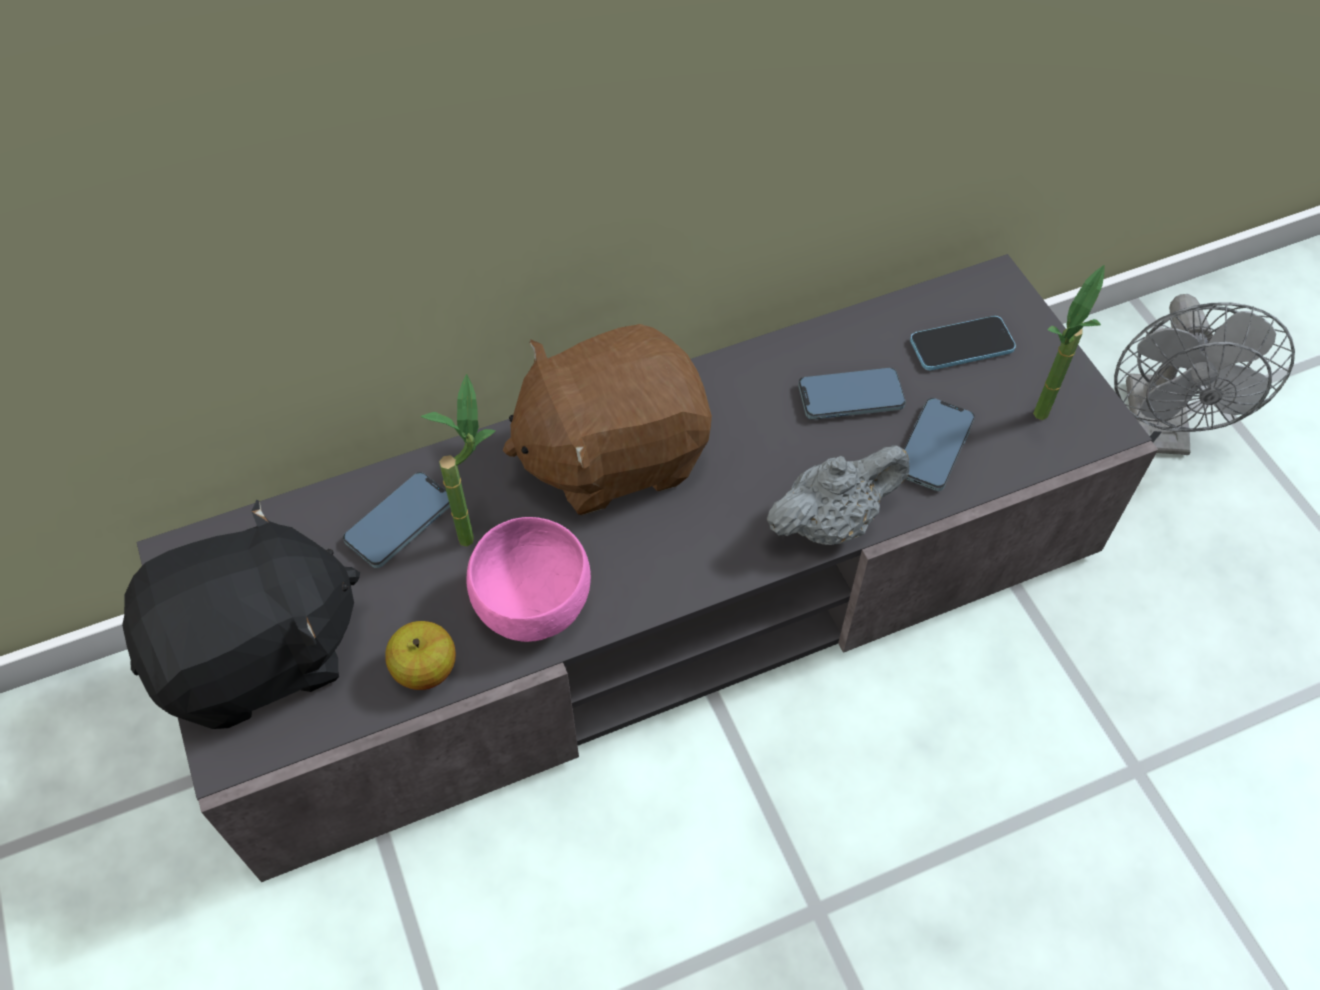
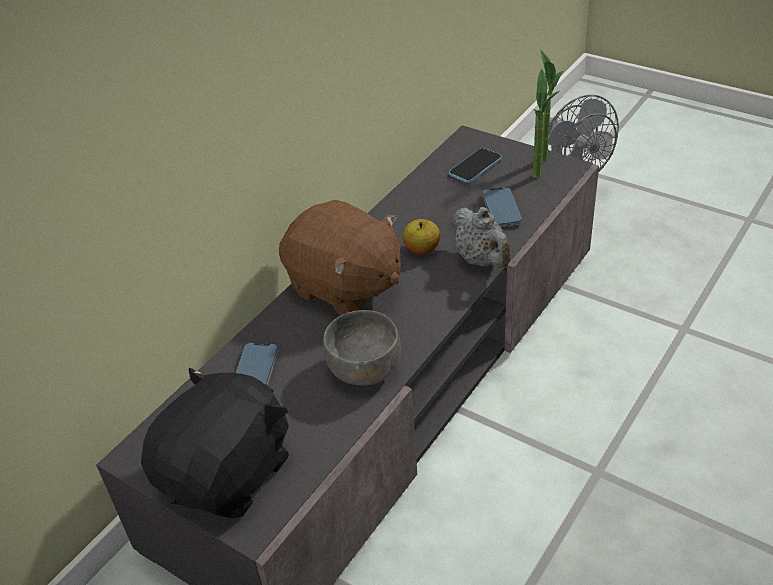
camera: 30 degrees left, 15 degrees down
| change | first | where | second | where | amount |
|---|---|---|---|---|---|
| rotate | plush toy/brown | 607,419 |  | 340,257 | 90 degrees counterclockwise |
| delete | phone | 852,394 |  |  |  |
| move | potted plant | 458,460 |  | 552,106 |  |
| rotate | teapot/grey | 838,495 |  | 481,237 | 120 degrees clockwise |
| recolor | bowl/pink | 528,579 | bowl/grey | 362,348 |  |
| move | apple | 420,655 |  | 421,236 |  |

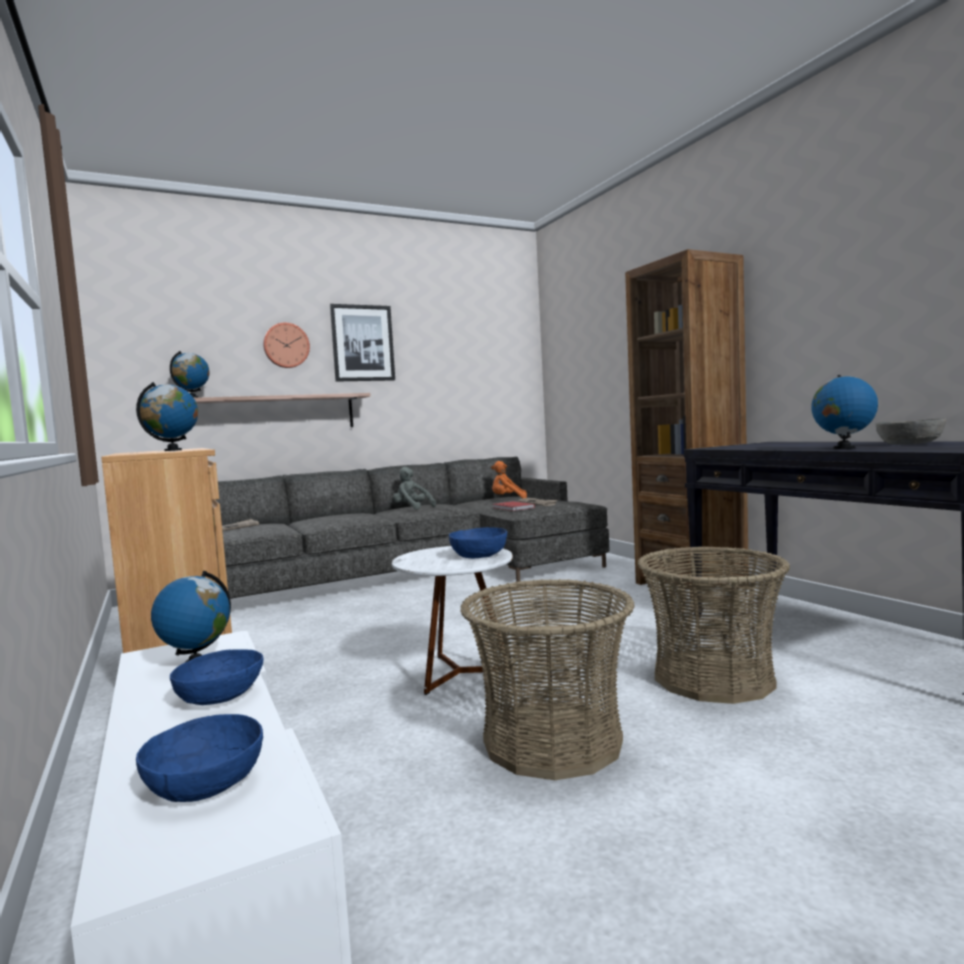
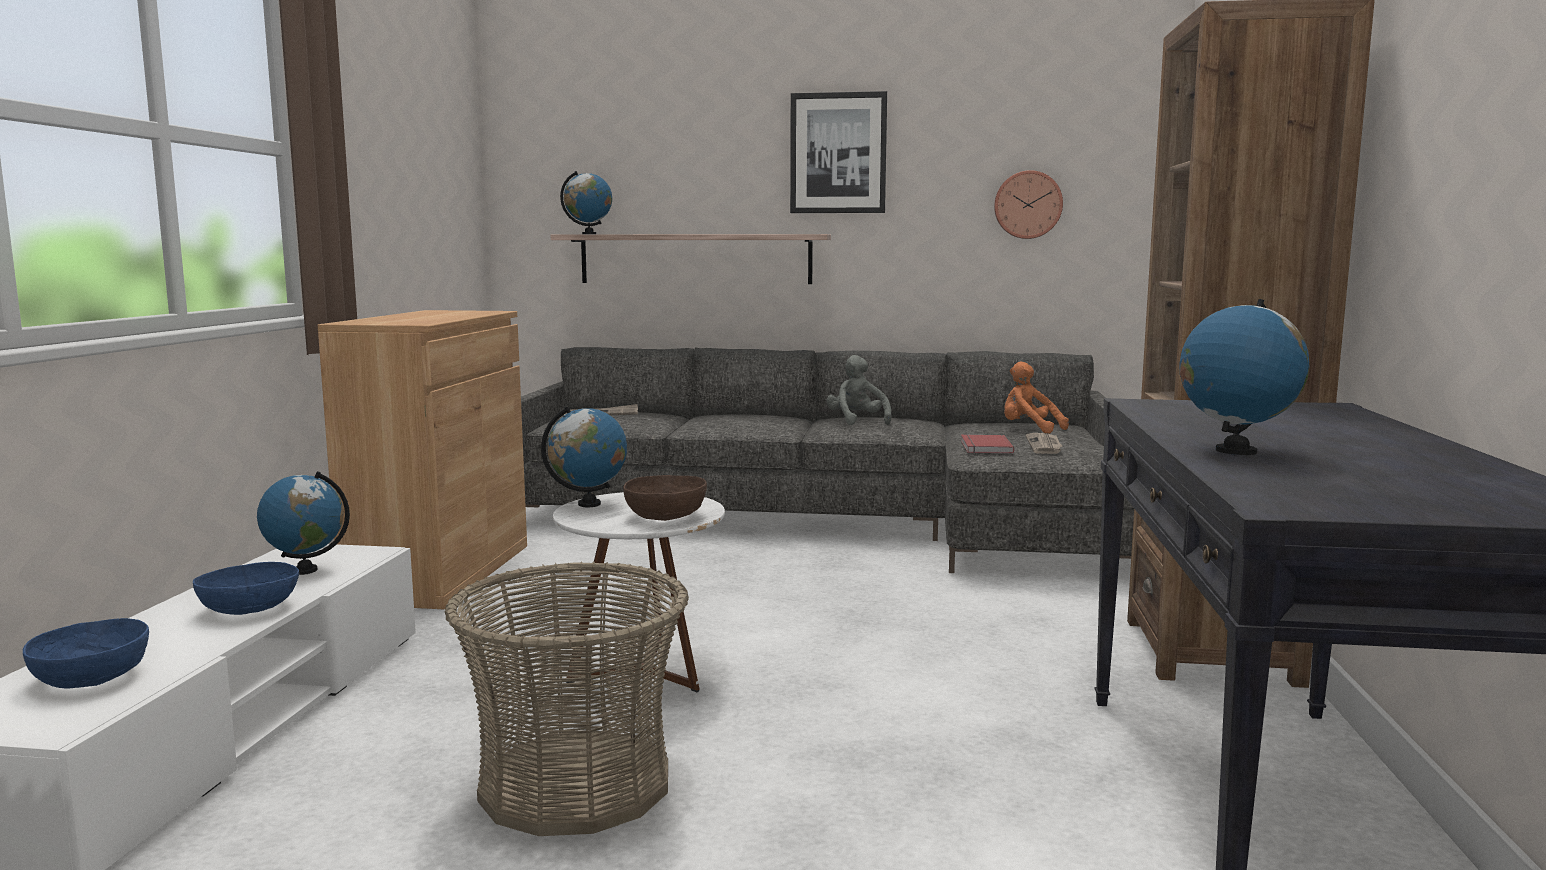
camera: 35 degrees right, 5 degrees up
| change | first | where | second | where | amount |
|---|---|---|---|---|---|
| move | wall clock | 286,345 |  | 1028,204 |  |
| move | globe | 167,416 |  | 584,456 |  |
| delete | bowl/grey | 911,431 |  |  |  |
| recolor | bowl/blue | 478,543 | bowl/brown | 665,498 |  |
| delete | basket | 713,625 |  |  |  |

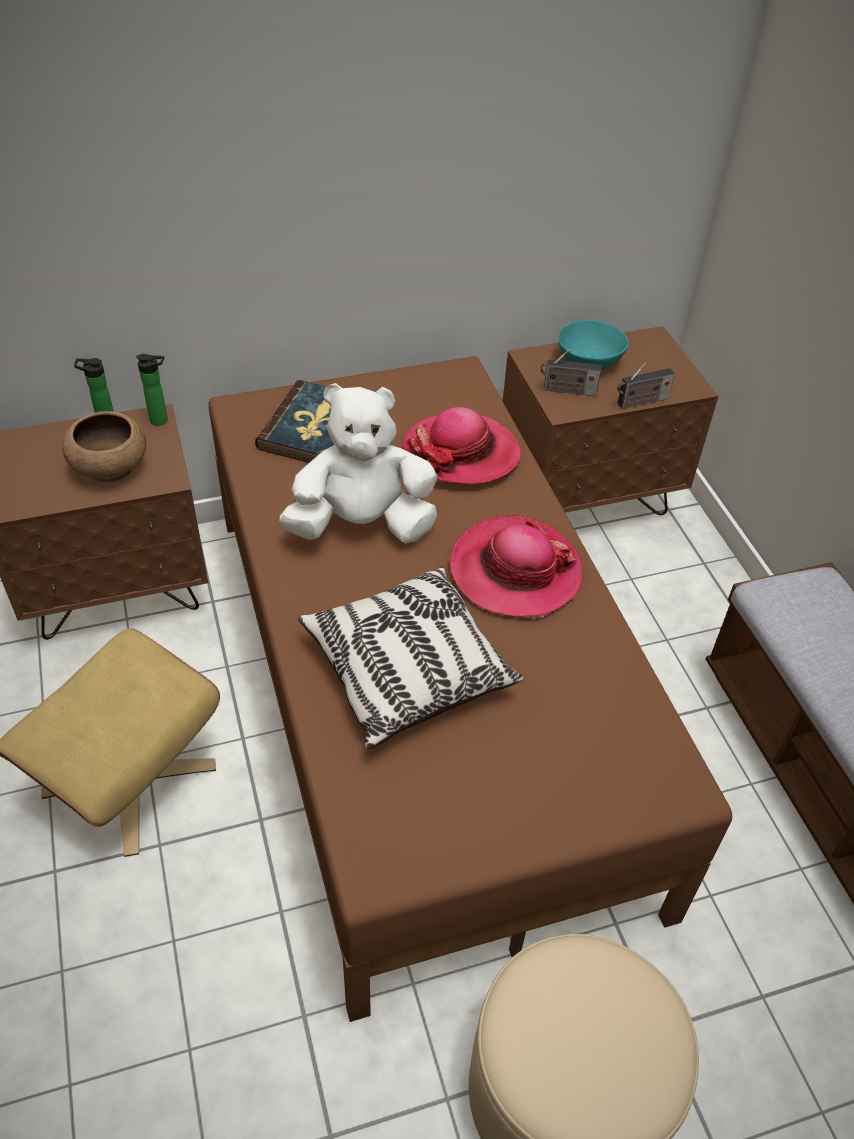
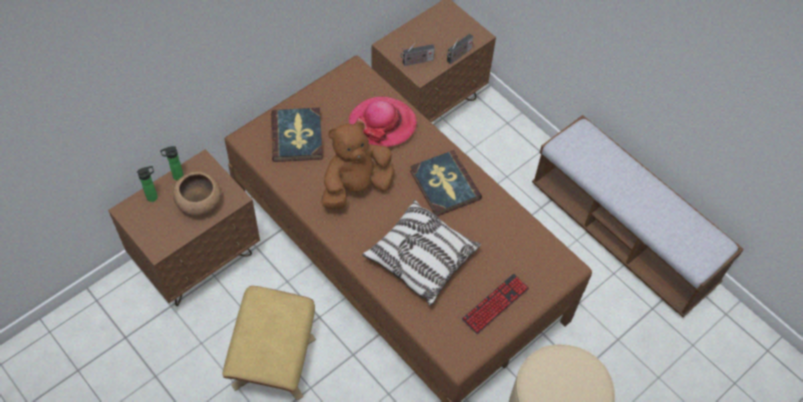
camera: 25 degrees left, 10 degrees up
| change | first | where | second | where | amount |
|---|---|---|---|---|---|
| delete | bowl/turquoise | 593,345 |  |  |  |
| move | bottle | 152,390 |  | 147,184 |  |
| recolor | plush toy/white | 358,463 | plush toy/brown | 358,165 |  |
| replace | hat | 516,567 | book | 446,183 |  |
| insert |  |  | keyboard | 495,304 |  |

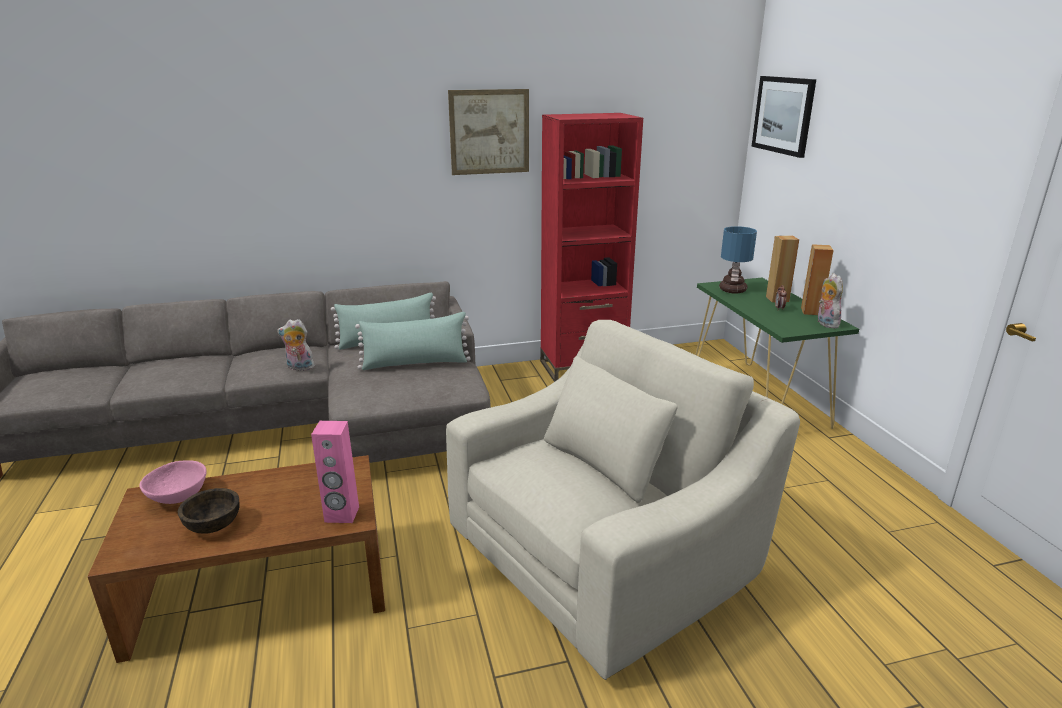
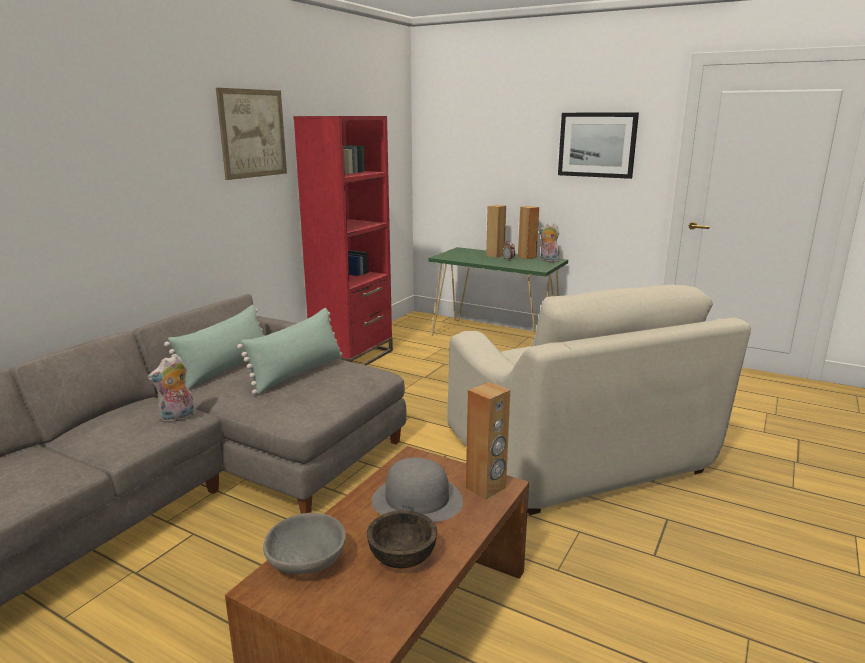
camera: 45 degrees left, 5 degrees down
| change | first | where | second | where | amount |
|---|---|---|---|---|---|
| move | picture | 783,117 |  | 598,145 |  |
| delete | table lamp | 738,260 |  |  |  |
| rotate | armchair/beige | 623,500 |  | 599,400 | 150 degrees clockwise |
| recolor | speaker/pink | 335,472 | speaker/brown | 488,440 |  |
| recolor | bowl/pink | 173,482 | bowl/grey | 304,544 |  |
| insert |  |  | hat/grey | 417,489 |  |

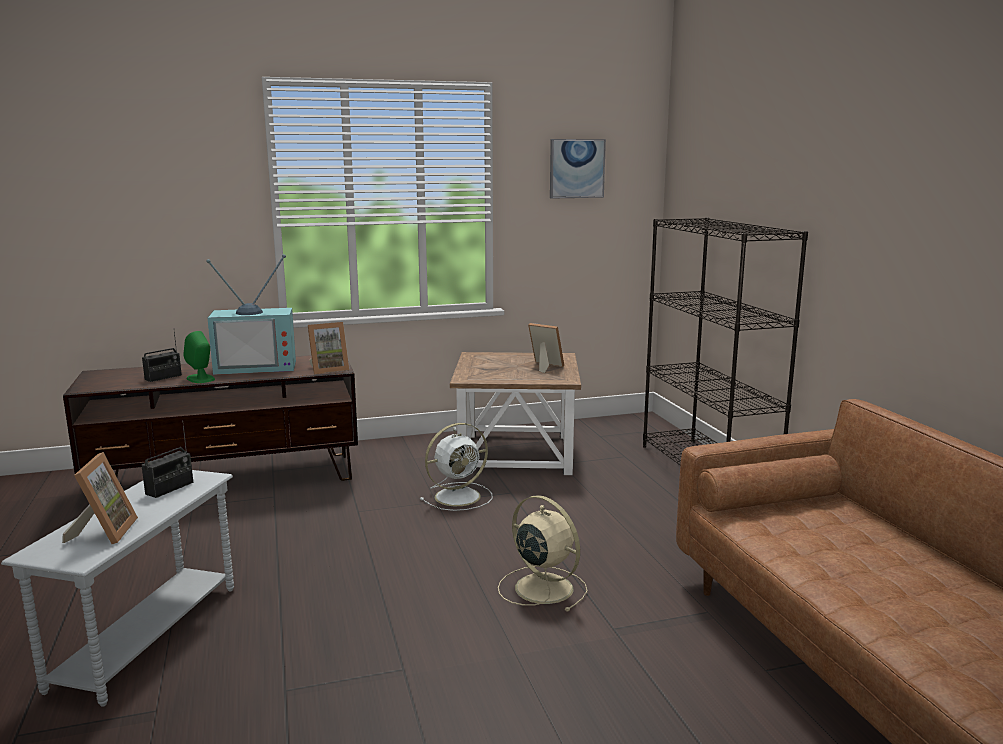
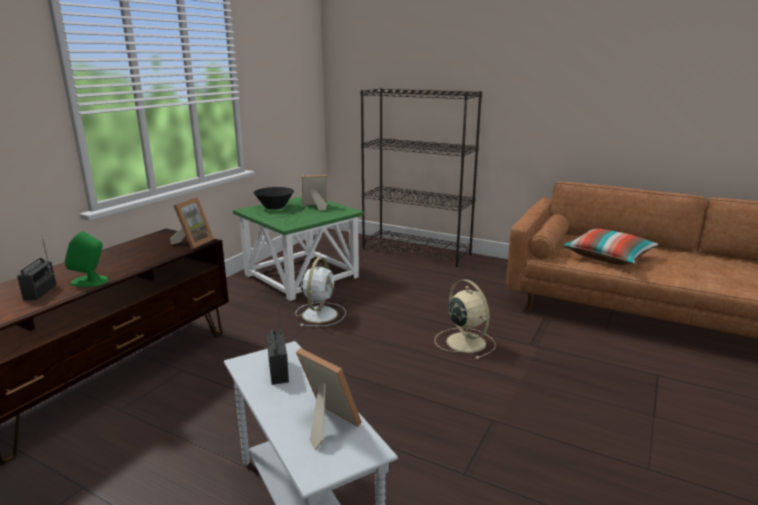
camera: 45 degrees left, 5 degrees up
| change | first | where | second | where | amount |
|---|---|---|---|---|---|
| delete | picture | 578,169 |  |  |  |
| delete | television | 251,314 |  |  |  |
| recolor | side table/brown | 515,413 | side table/green | 298,248 |  |
| rotate | fan/beige | 543,553 |  | 465,319 | 60 degrees clockwise |
| insert |  |  | bowl/black | 274,198 |  |
| insert |  |  | pillow | 610,247 |  |

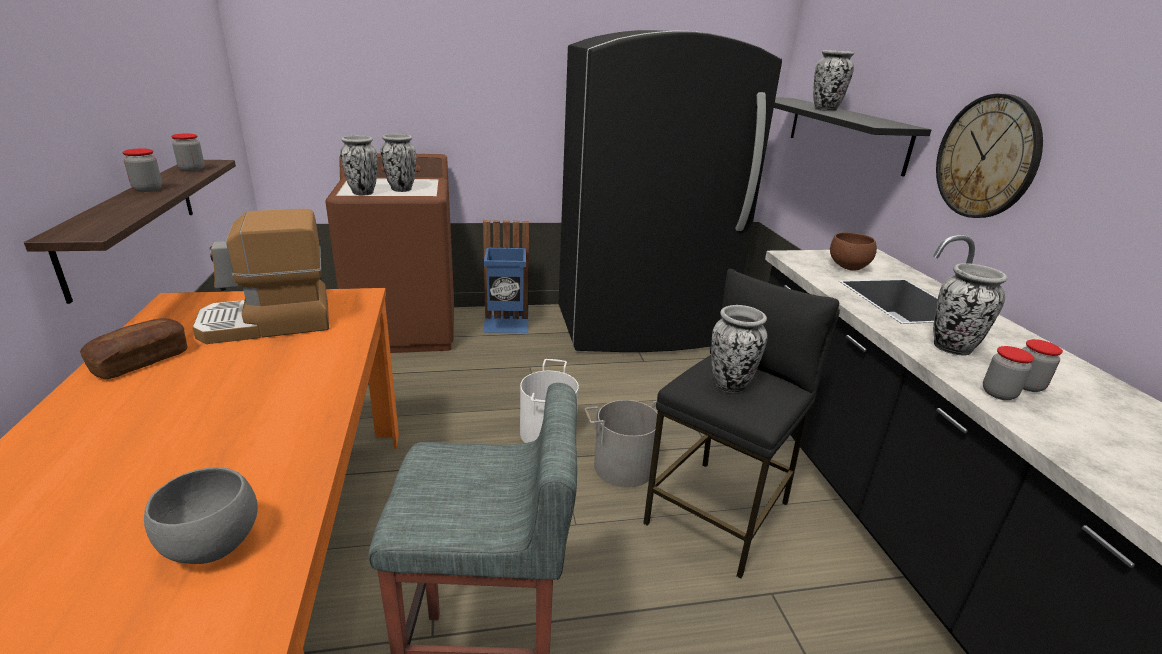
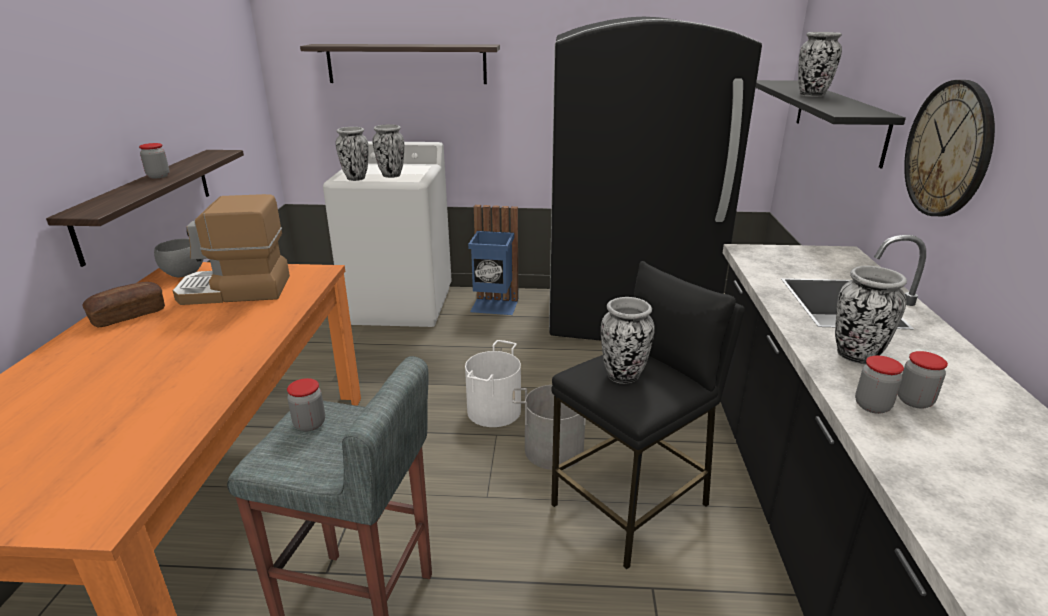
camera: 15 degrees right, 0 degrees up
| change | first | where | second | where | amount |
|---|---|---|---|---|---|
| move | jar | 187,152 |  | 306,405 |  |
| recolor | washing machine/brown | 389,253 | washing machine/white | 387,234 |  |
| delete | bowl/brown | 853,251 |  |  |  |
| move | bowl/grey | 201,515 |  | 178,257 |  |
| insert |  |  | shelf | 400,64 |  |

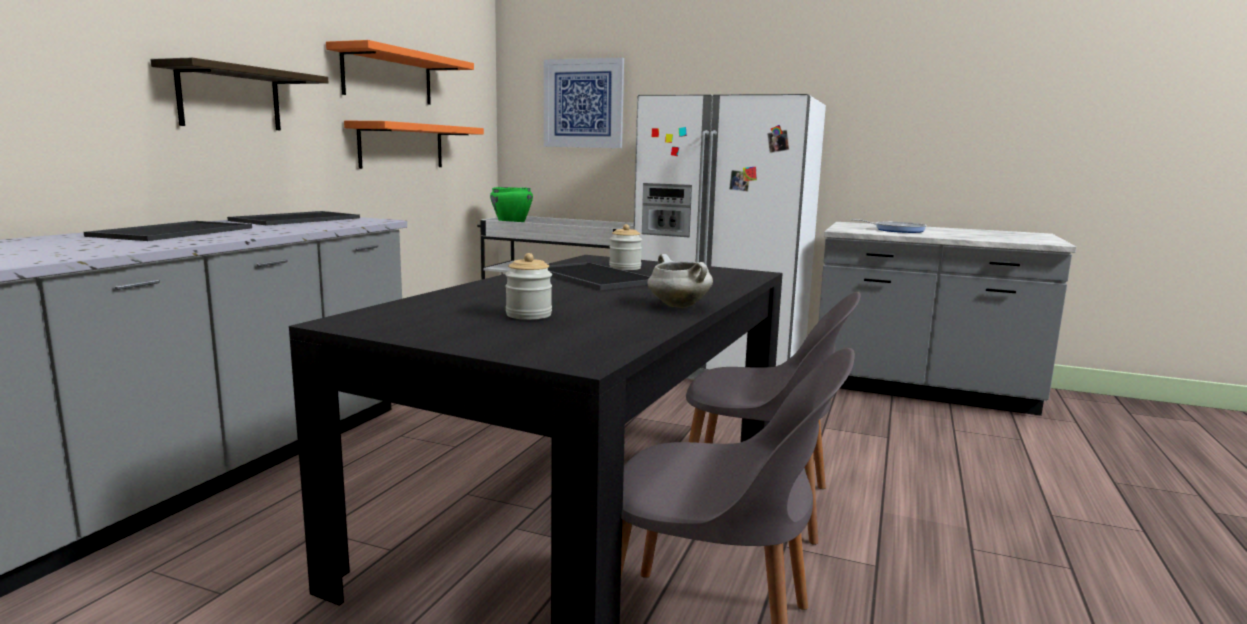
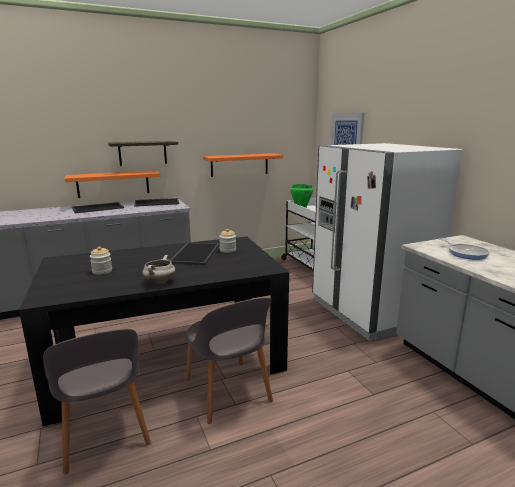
camera: 45 degrees right, 5 degrees up
| change | first | where | second | where | amount |
|---|---|---|---|---|---|
| move | shelf/orange | 400,72 |  | 112,184 |  |

